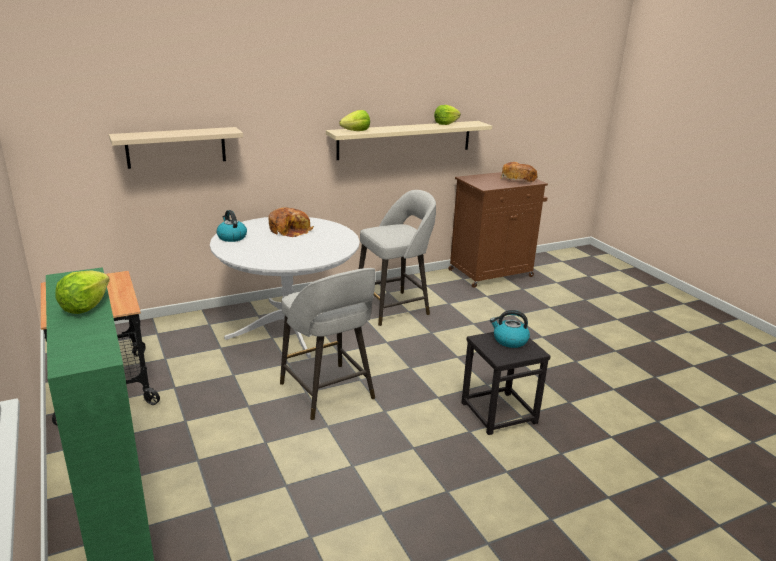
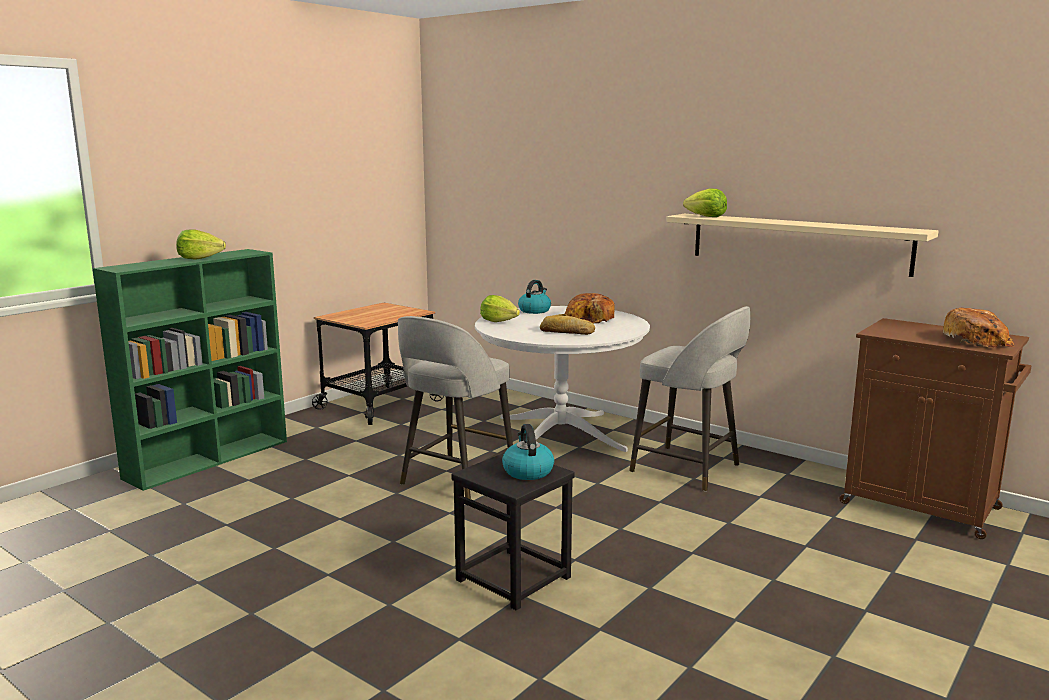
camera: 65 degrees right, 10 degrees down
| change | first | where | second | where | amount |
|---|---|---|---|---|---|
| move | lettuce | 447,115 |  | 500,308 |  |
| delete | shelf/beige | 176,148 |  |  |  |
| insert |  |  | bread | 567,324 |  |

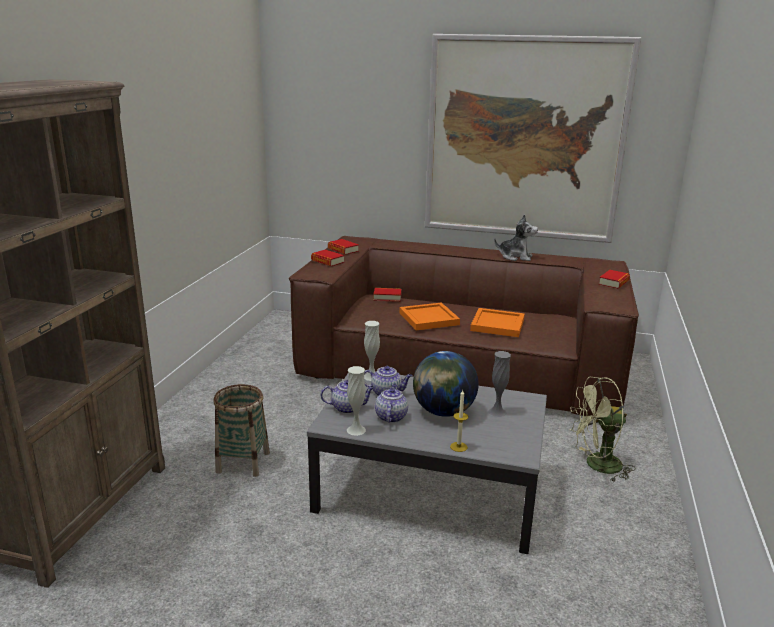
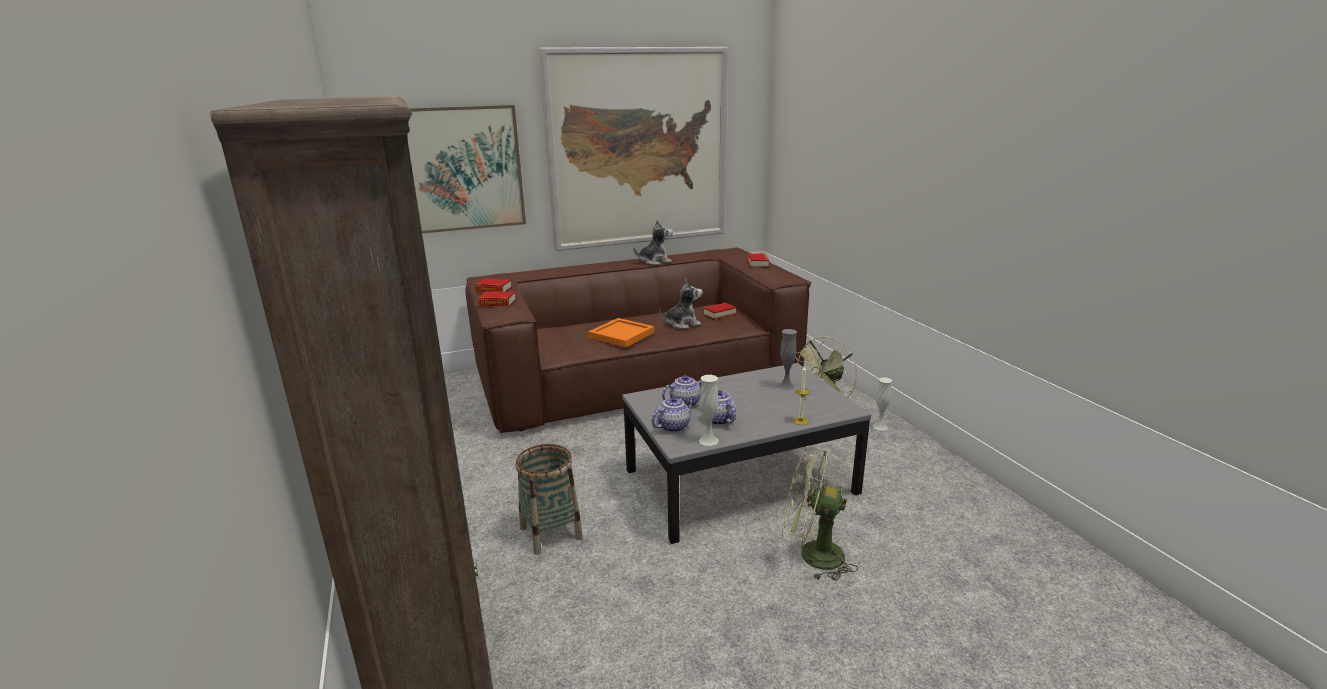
camera: 35 degrees left, 0 degrees up
| change | first | where | second | where | amount |
|---|---|---|---|---|---|
| move | book | 387,295 |  | 719,311 |  |
| replace | tray/orange | 497,322 | plush toy | 681,303 |  |
| move | vase/white | 372,351 |  | 882,404 |  |
| delete | globe | 446,384 |  |  |  |
| insert |  |  | picture | 466,169 |  |
| insert |  |  | fan/green | 820,513 |  |

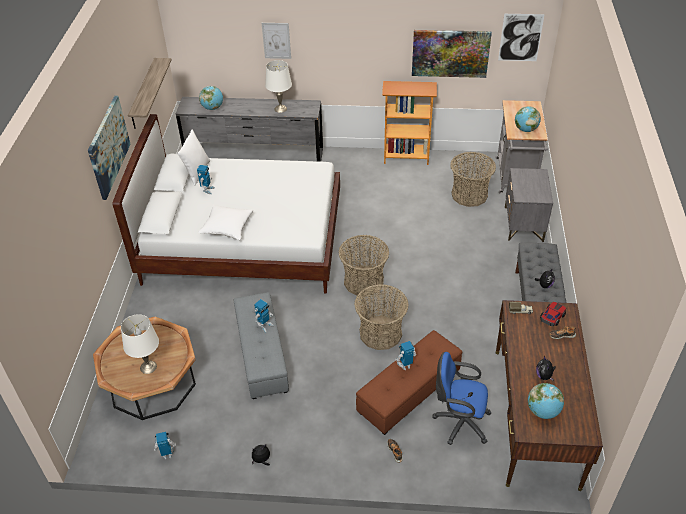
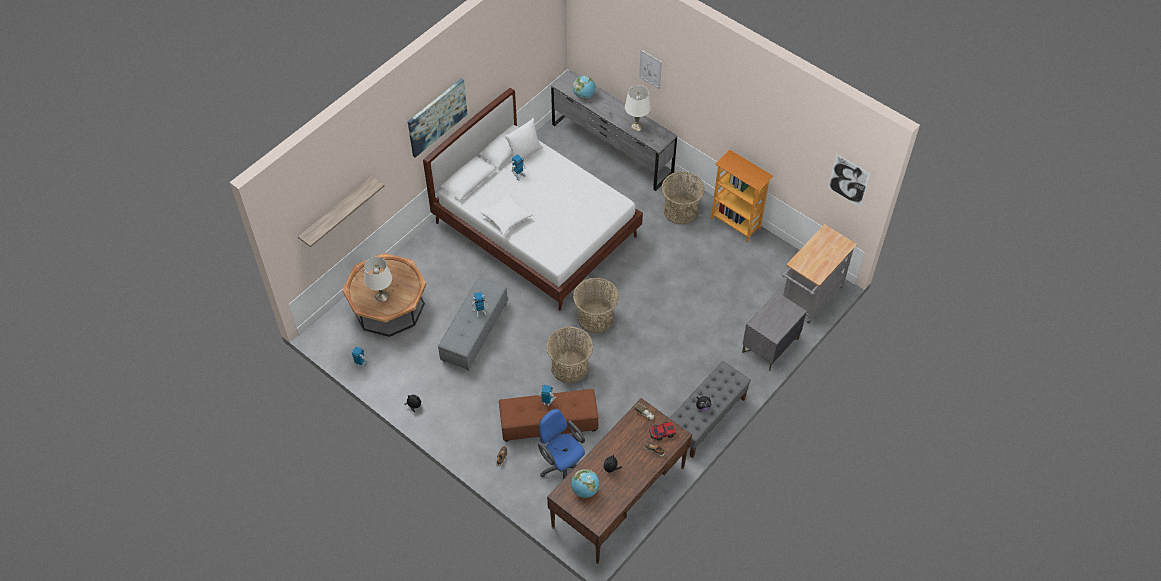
camera: 35 degrees right, 10 degrees up
| change | first | where | second | where | amount |
|---|---|---|---|---|---|
| delete | picture | 452,54 |  |  |  |
| move | shelf | 150,93 |  | 341,211 |  |
| delete | globe | 528,119 |  |  |  |
| move | basket | 473,179 |  | 683,198 |  |

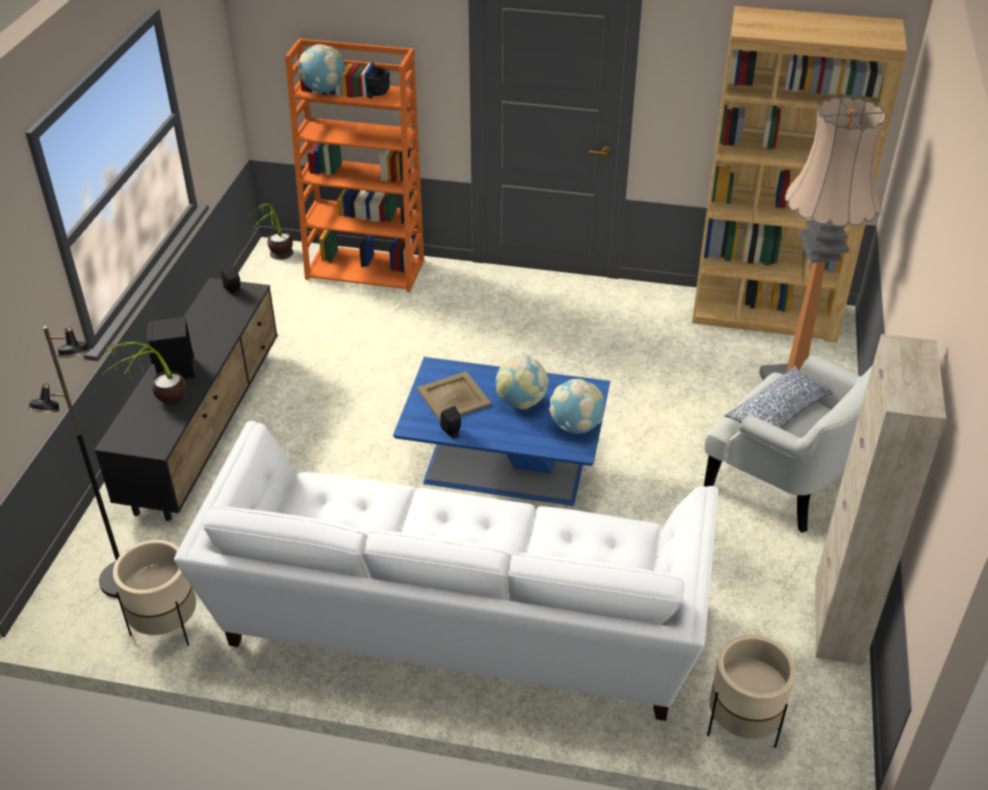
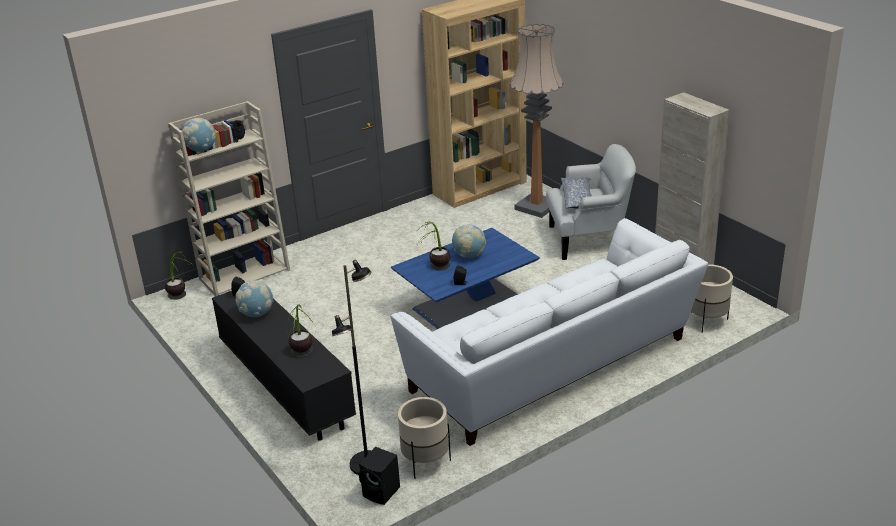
camera: 45 degrees left, 10 degrees down
| change | first | where | second | where | amount |
|---|---|---|---|---|---|
| recolor | bookcase/orange | 354,165 | bookcase/beige | 229,198 |  |
| move | speaker/black | 171,348 |  | 379,476 |  |
| replace | tray/beige | 454,396 | potted plant | 433,246 |  |
| move | globe | 576,406 |  | 254,298 |  |

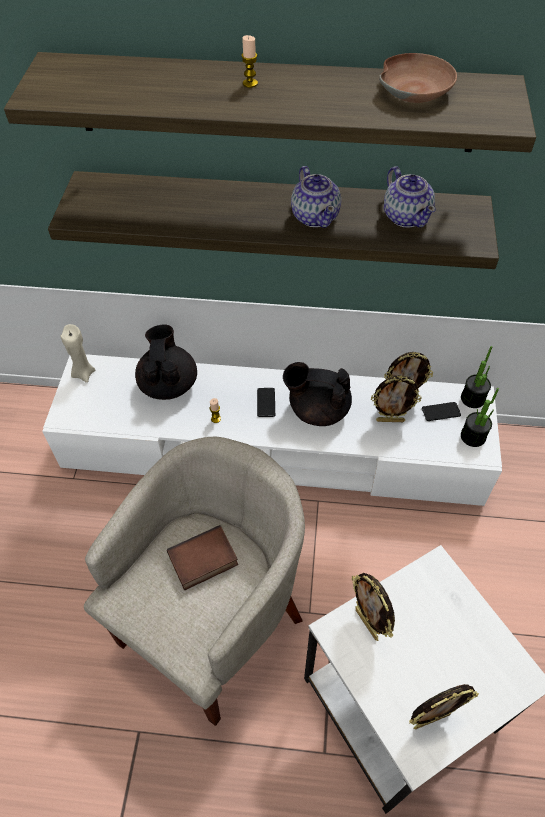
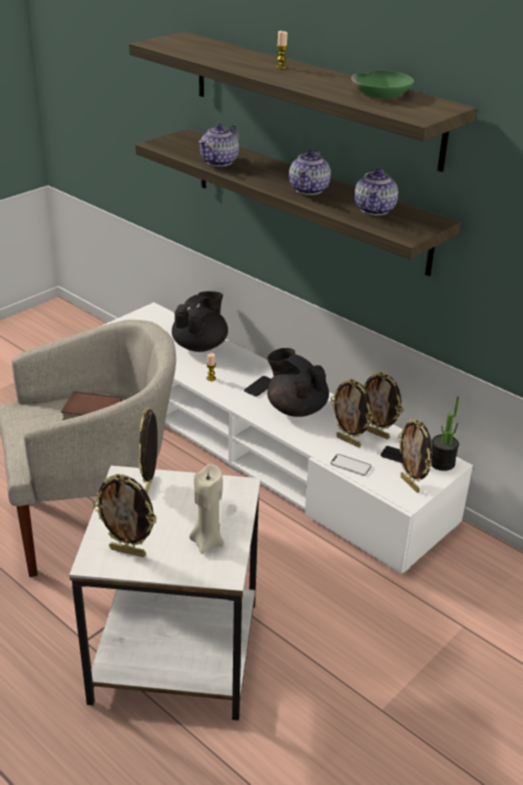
camera: 35 degrees right, 20 degrees down
| change | first | where | second | where | amount |
|---|---|---|---|---|---|
| recolor | bowl/brown | 418,78 | bowl/green | 382,84 |  |
| move | candle/beige | 78,353 |  | 206,509 |  |
| replace | potted plant | 480,417 | picture frame | 415,456 |  |
| insert |  |  | teapot | 219,145 |  |
| insert |  |  | phone | 351,465 |  |

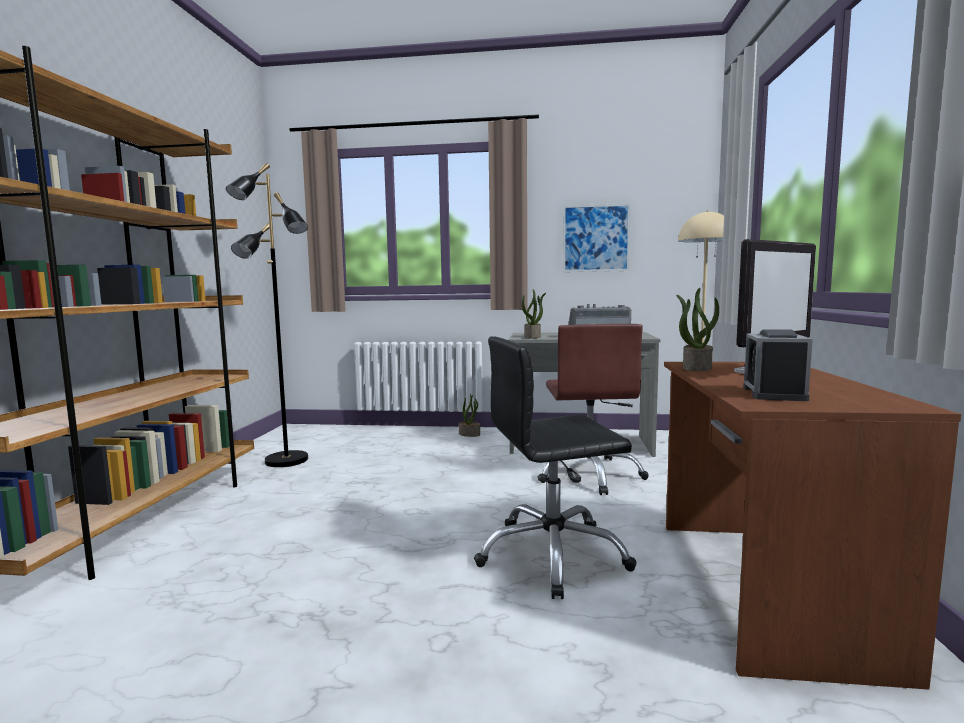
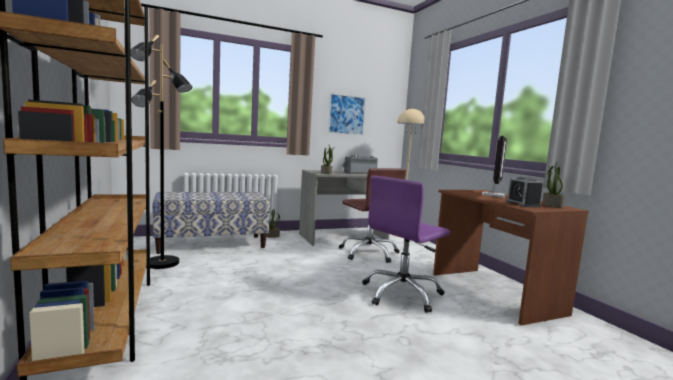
camera: 30 degrees left, 0 degrees up
| change | first | where | second | where | amount |
|---|---|---|---|---|---|
| move | potted plant | 697,329 |  | 553,184 |  |
| recolor | office chair/black | 555,467 | office chair/purple | 406,244 |  |
| insert |  |  | bench | 211,223 |  |

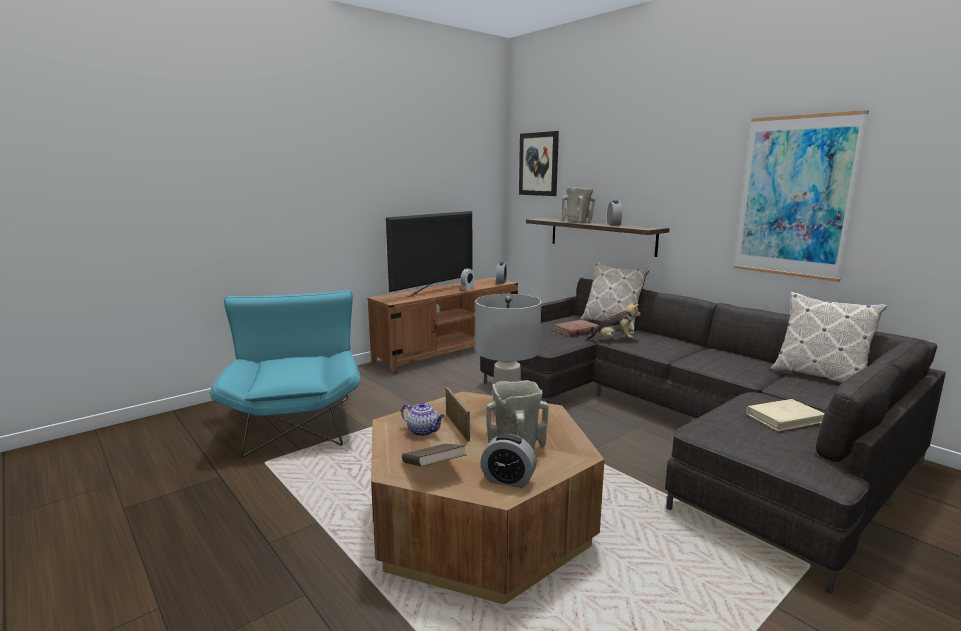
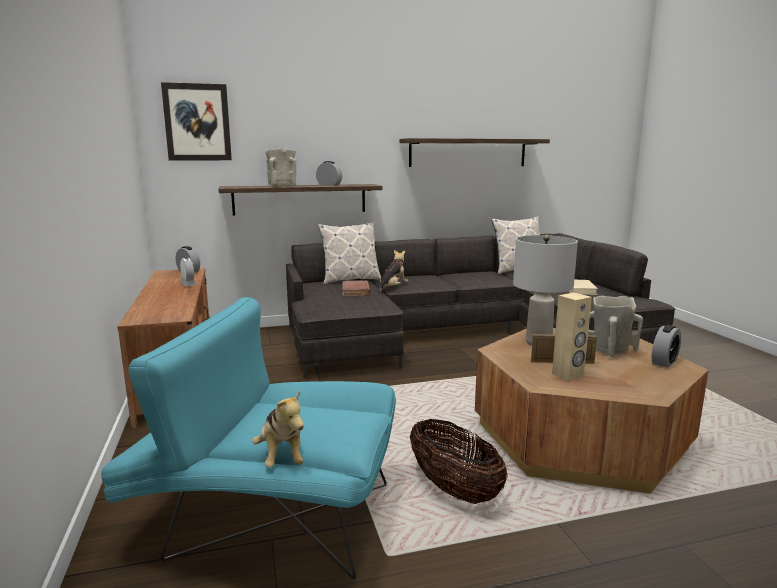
camera: 65 degrees left, 0 degrees up
| change | first | where | second | where | amount |
|---|---|---|---|---|---|
| replace | picture | 801,196 | shelf | 474,152 |  |
| delete | television | 429,254 |  |  |  |
| replace | teapot | 422,419 | speaker/beige | 572,337 |  |
| delete | book/brown | 434,455 |  |  |  |
| insert |  |  | plush toy | 278,428 |  |
| insert |  |  | basket | 459,461 |  |

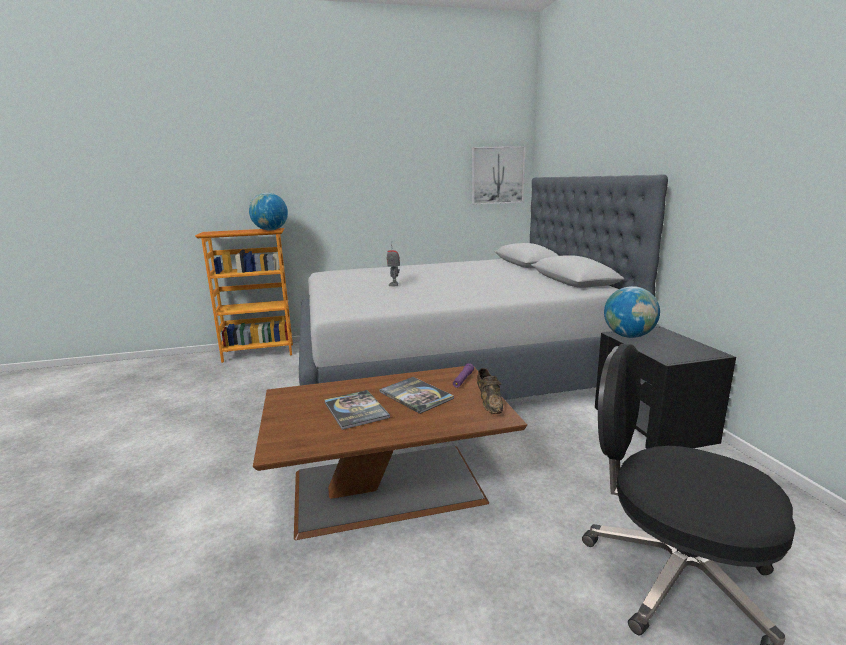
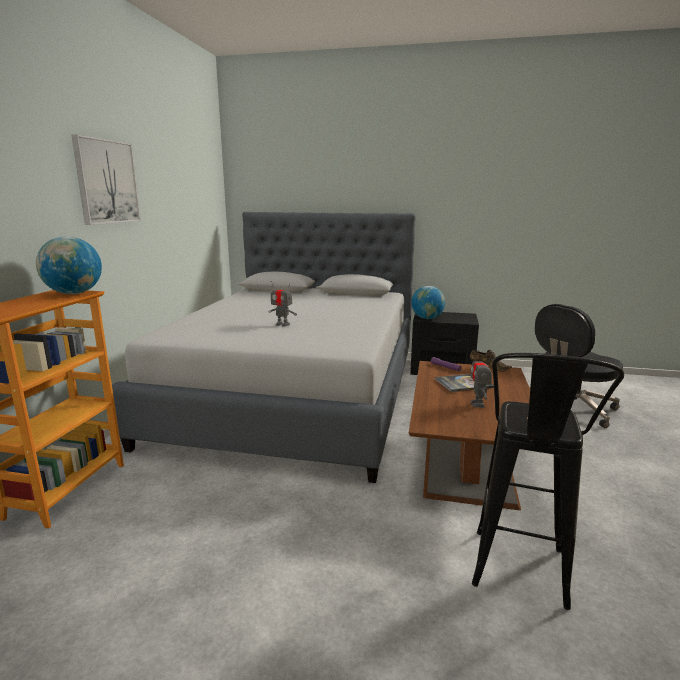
camera: 65 degrees left, 0 degrees up
| change | first | where | second | where | amount |
|---|---|---|---|---|---|
| move | picture | 498,175 |  | 106,179 |  |
| replace | book | 357,410 | toy robot | 481,379 |  |
| insert |  |  | stool/black | 548,481 |  |

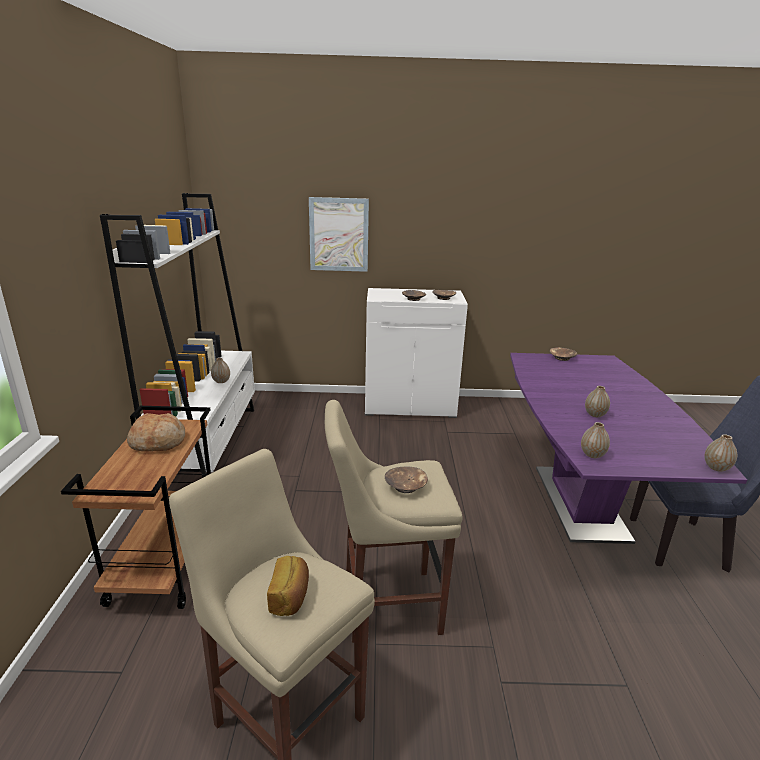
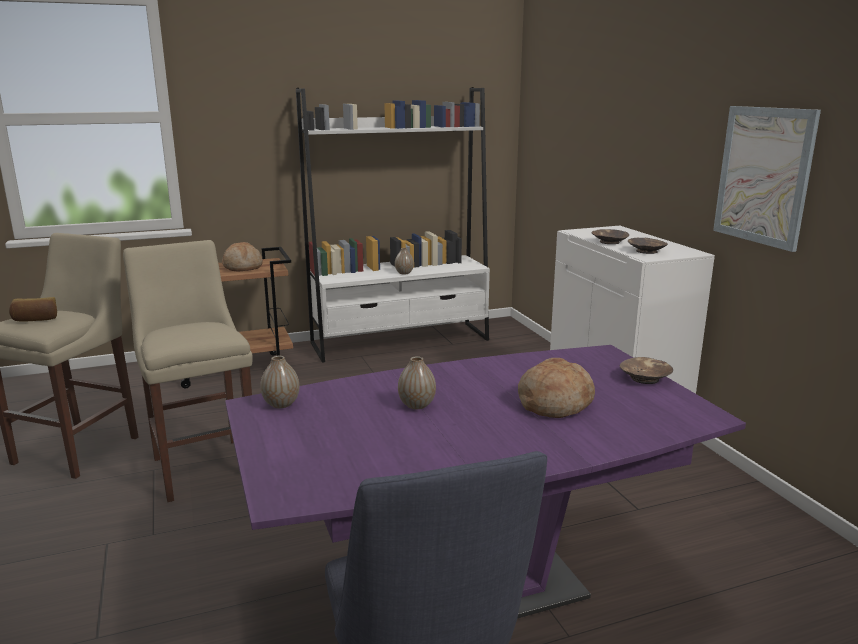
camera: 70 degrees right, 5 degrees down
| change | first | where | second | where | amount |
|---|---|---|---|---|---|
| move | picture | 339,234 |  | 767,179 |  |
| delete | vase | 720,453 |  |  |  |
| delete | bowl/brown | 406,480 |  |  |  |
| insert |  |  | bread | 556,388 |  |

